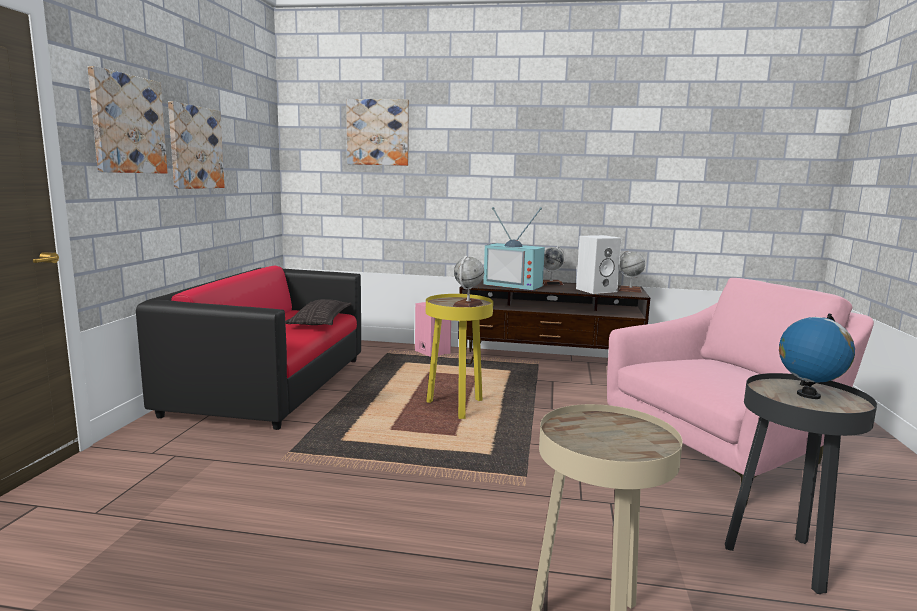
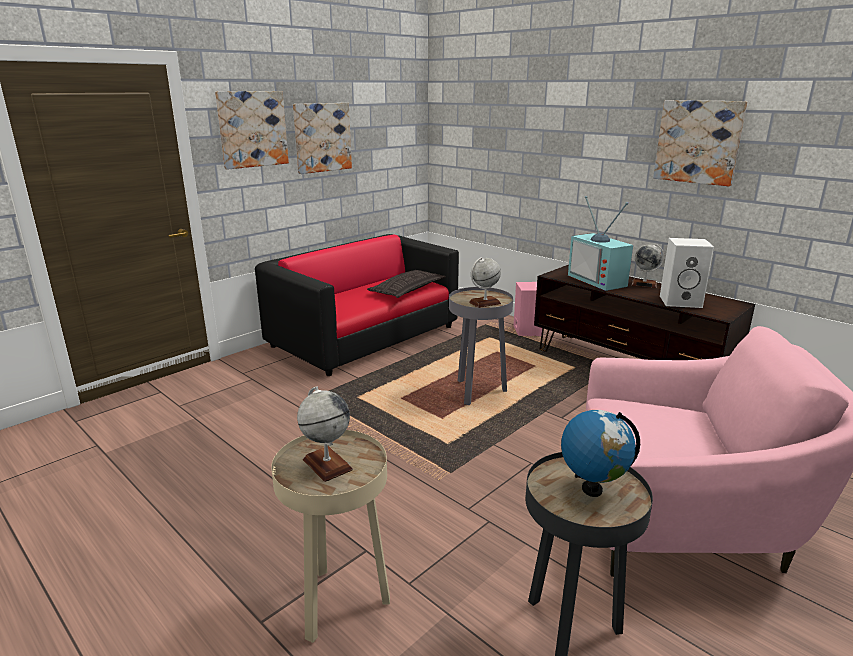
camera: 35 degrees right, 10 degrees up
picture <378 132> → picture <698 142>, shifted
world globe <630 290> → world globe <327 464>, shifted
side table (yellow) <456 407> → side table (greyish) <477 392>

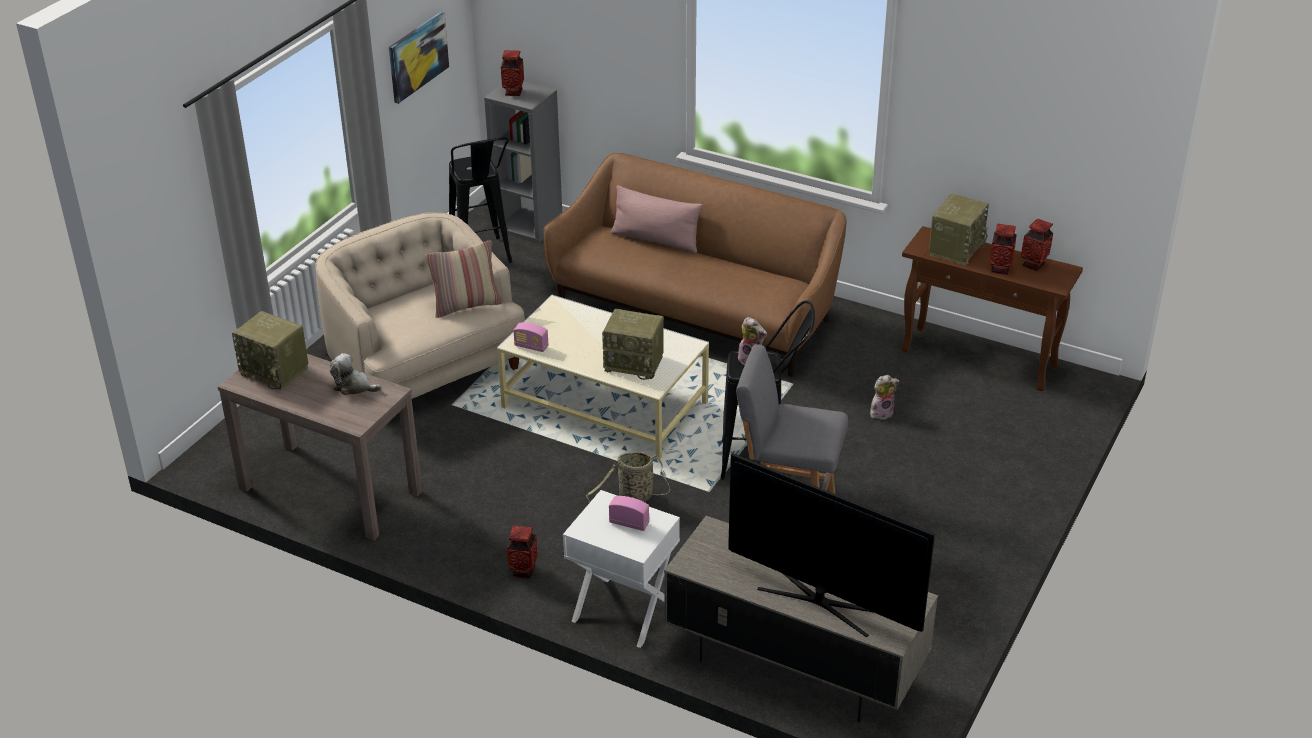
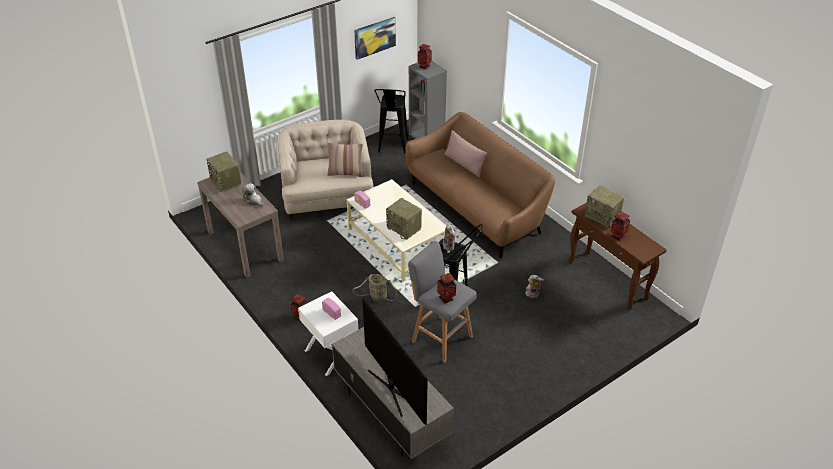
camera: 25 degrees right, 5 degrees up
radio <956 248> → radio <602 217>, 75 degrees clockwise
vase <1033 265> → vase <446 298>, shifted

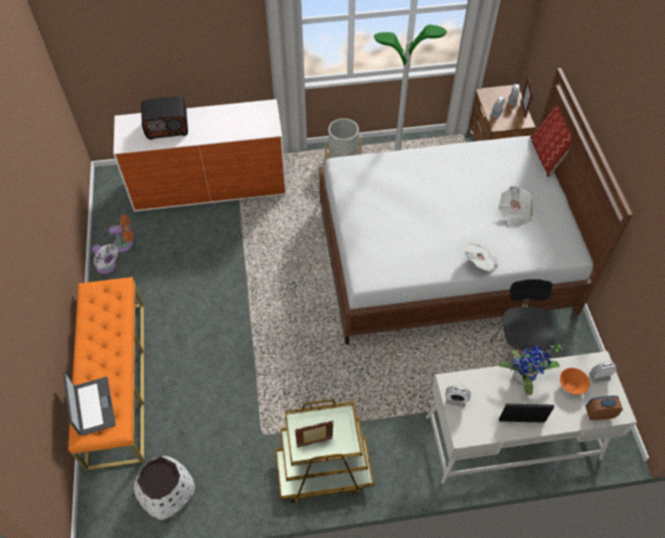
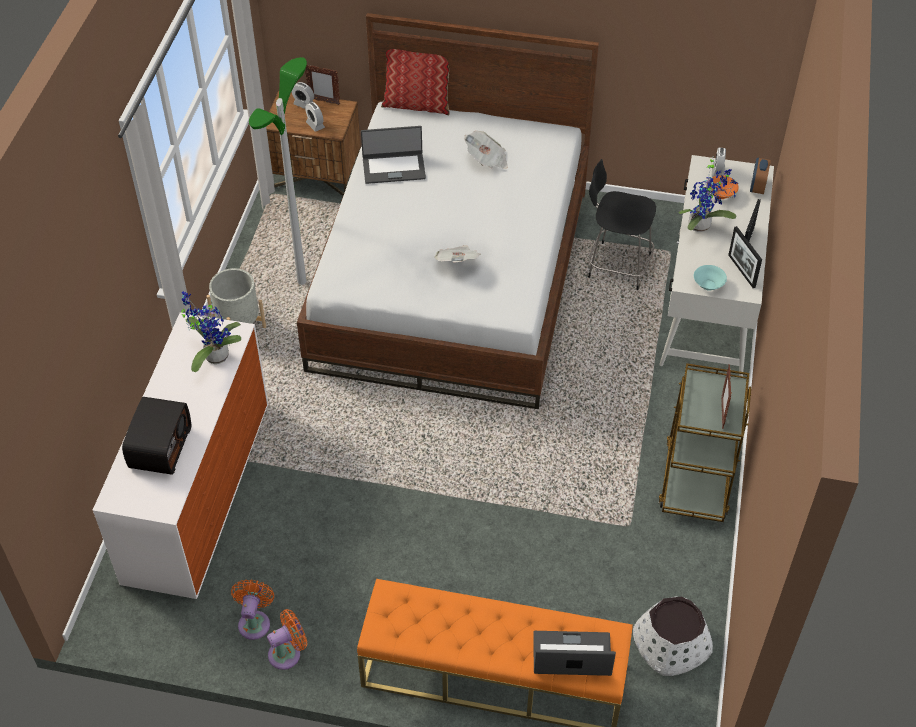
camera: 70 degrees left, 5 degrees down
daily paper <479 262> → daily paper <457 262>, shifted
electric fan (white) <107 267> → electric fan (orange-coloured) <288 653>
bedside clock <456 400> → serving bowl (turquoise-coloured) <708 284>
- → portable computer <393 168>
- → standing frame <741 271>
- → houseplant <213 355>

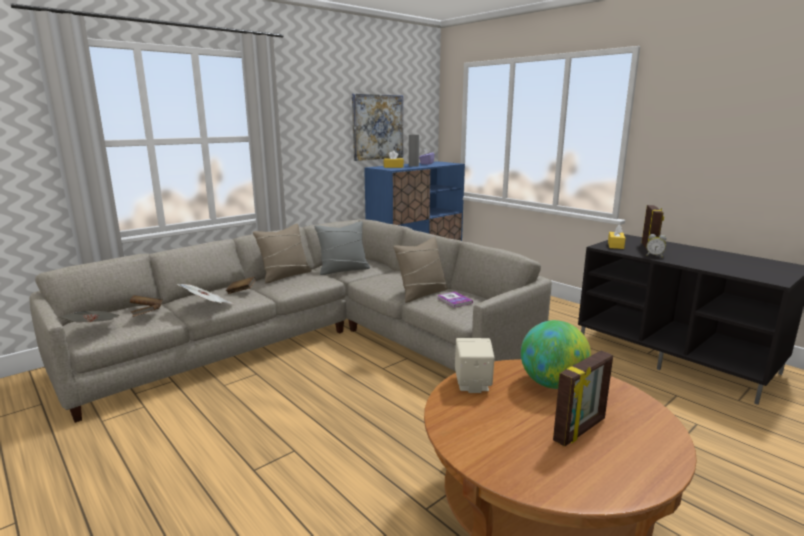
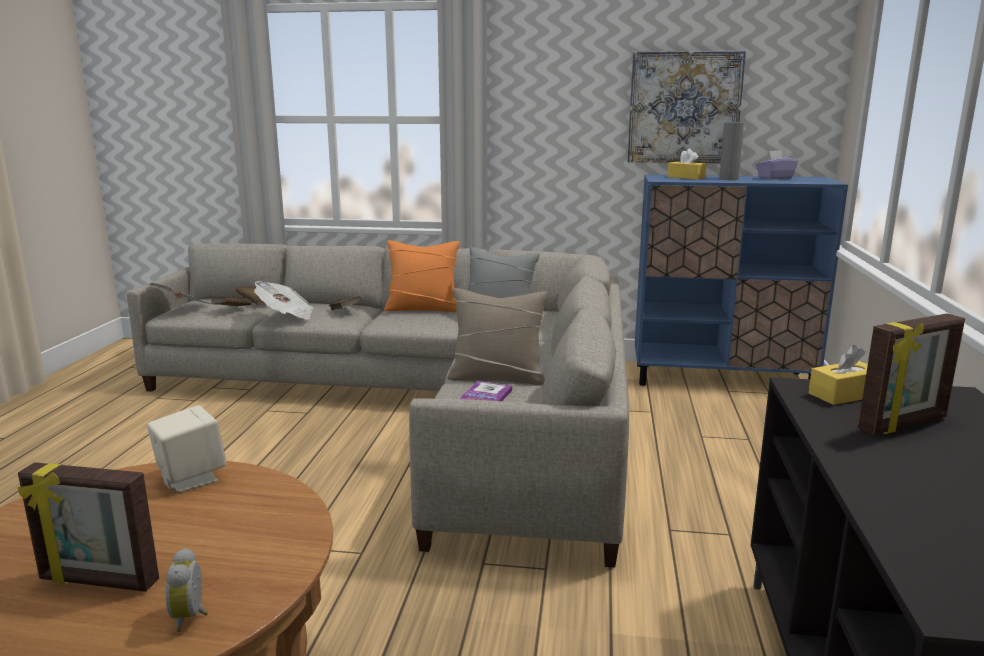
camera: 50 degrees right, 0 degrees up
throw pillow (beige) <285 275> → throw pillow (orange-coloured) <423 308>
bedside clock <654 256> → bedside clock <192 616>, shifted
world globe <552 384> → -

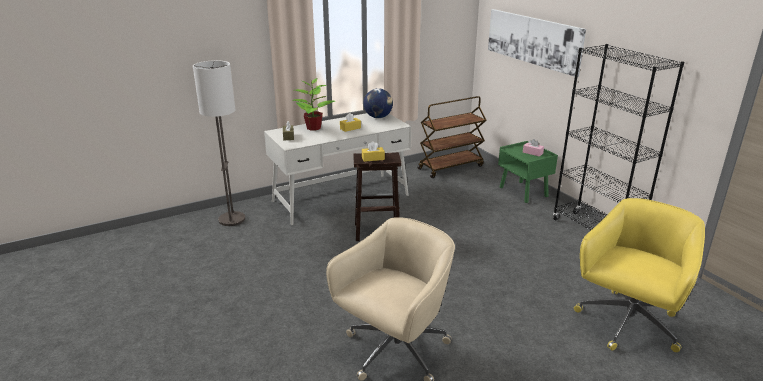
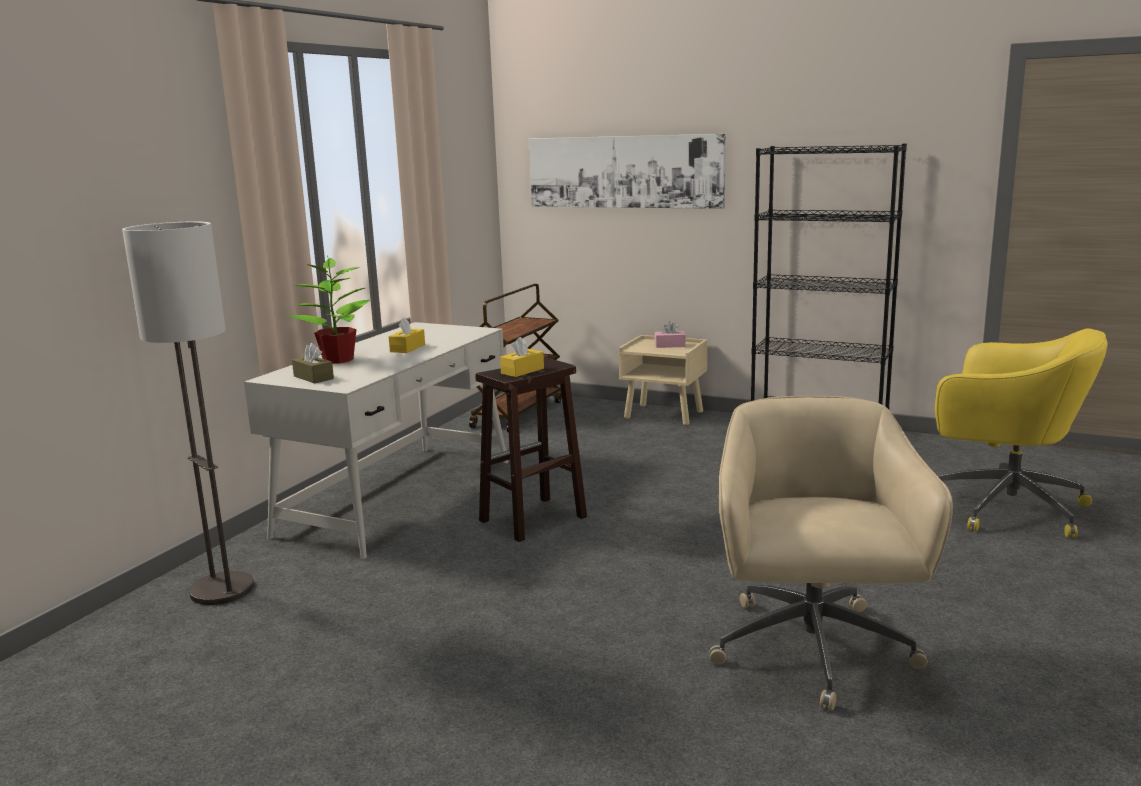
camera: 35 degrees left, 10 degrees down
world globe <378 117> → -
nightstand (greenish) <524 192> → nightstand (beige) <664 415>
office chair (yellow) <627 324> → office chair (yellow) <1003 506>, 120 degrees clockwise

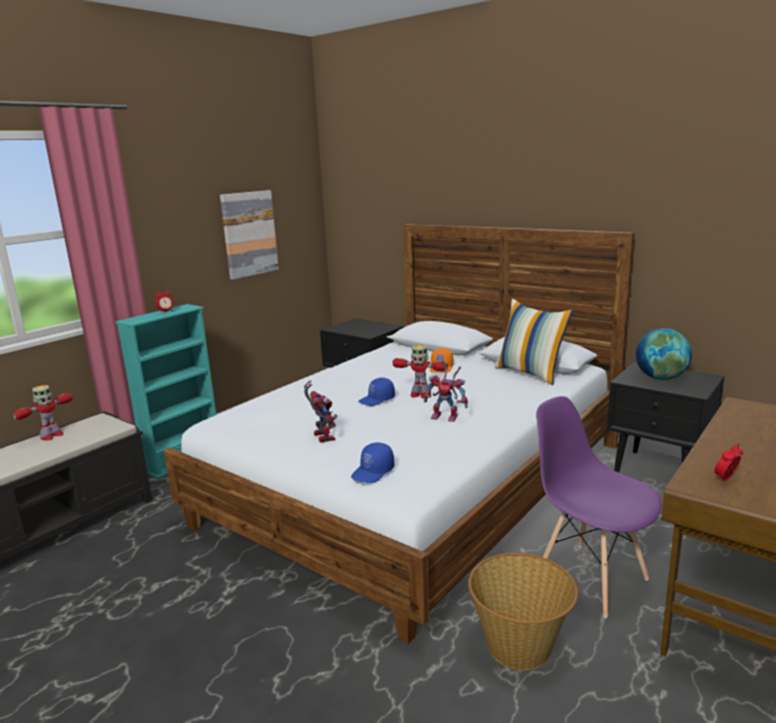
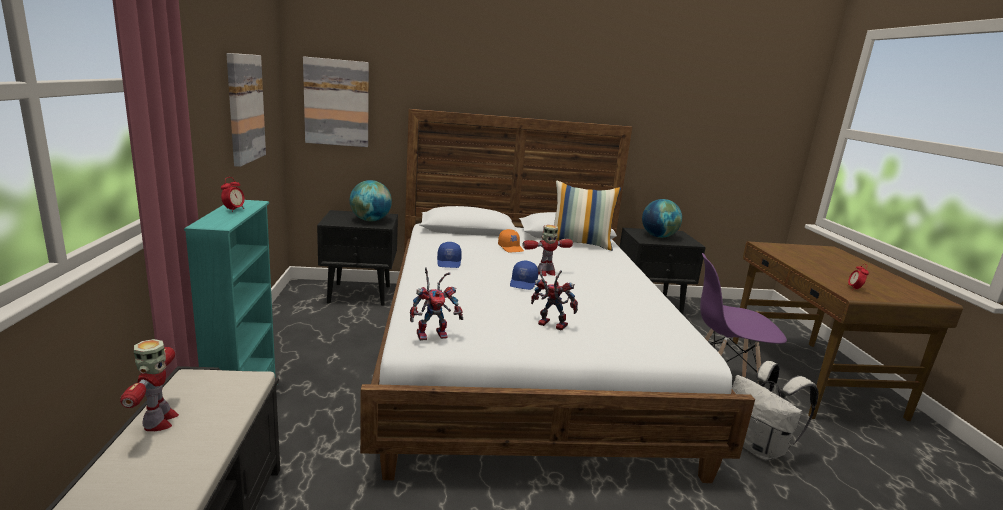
camera: 45 degrees left, 0 degrees up
model robot <447 417> → model robot <434 334>, shifted
baseball cap (bluish) <373 472> → baseball cap (bluish) <449 263>, shifted
storage basket <520 646> → knapsack (white) <759 448>
- → picture <337 102>
- → world globe <370 220>

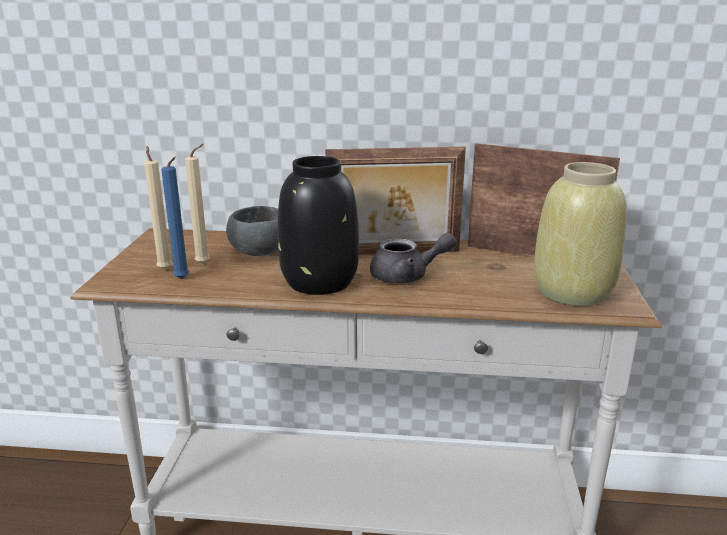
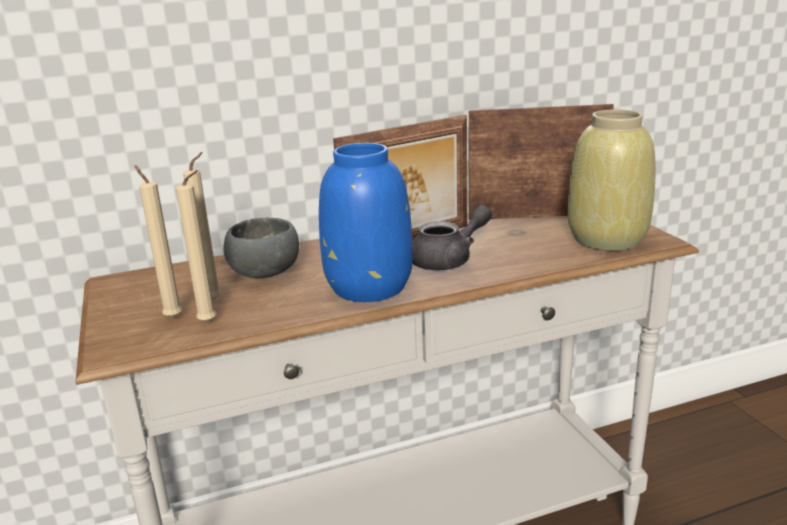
camera: 25 degrees left, 0 degrees up
vase (blackish) <320 282> → vase (bluish) <370 286>
candle (bluish) <183 279> → candle (beige) <210 323>

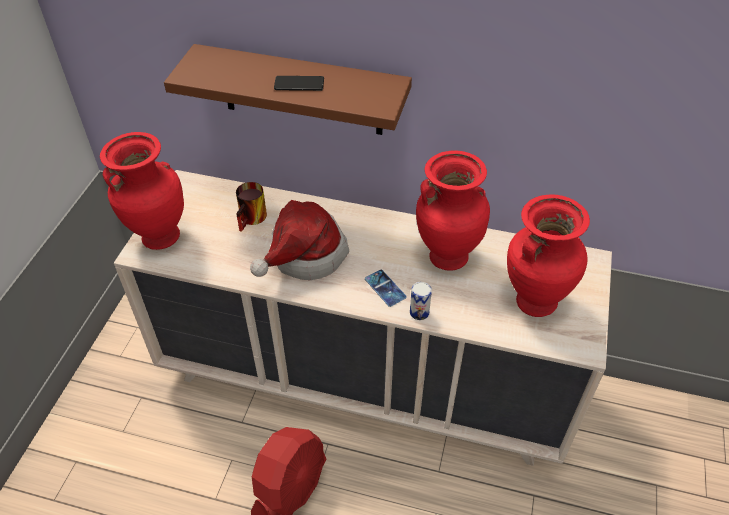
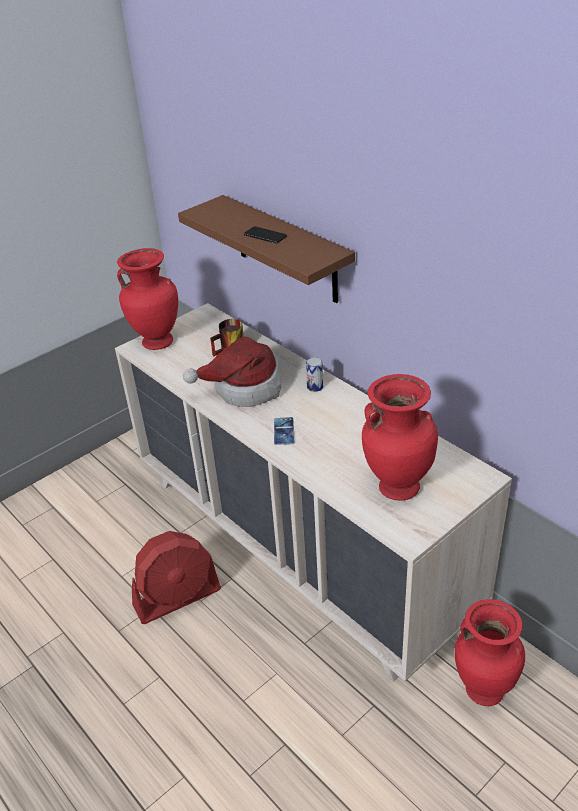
camera: 35 degrees right, 10 degrees down
vase (red) <447 257> → vase (red) <483 689>, shifted
sealed can <419 312> → sealed can <315 387>, shifted

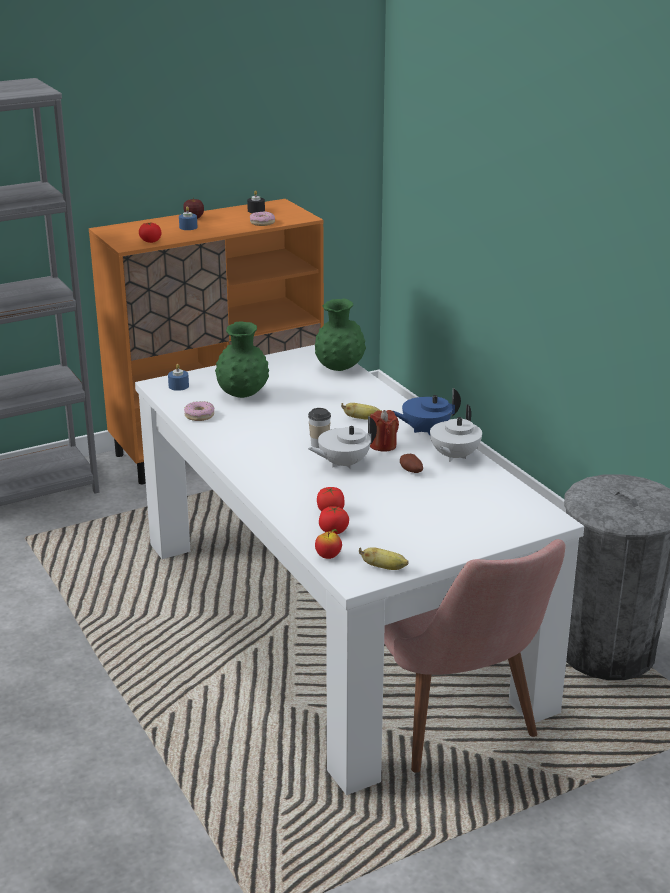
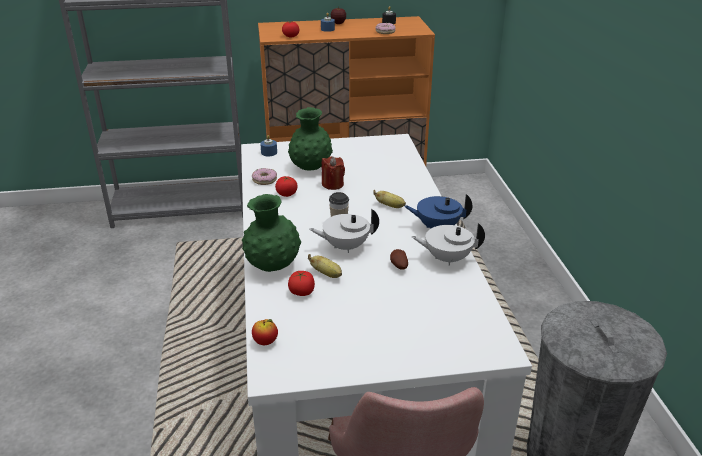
camera: 20 degrees right, 5 degrees up
vase (greenish) <339 369> → vase (greenish) <273 266>, shifted
pot for tea (white) <454 456> → pot for tea (white) <447 258>, 45 degrees clockwise
candle (red) <382 445> → candle (red) <333 184>, shifted
fresh tomato <333 531> → fresh tomato <286 194>, shifted
whole banana <384 568> → whole banana <327 274>, shifted

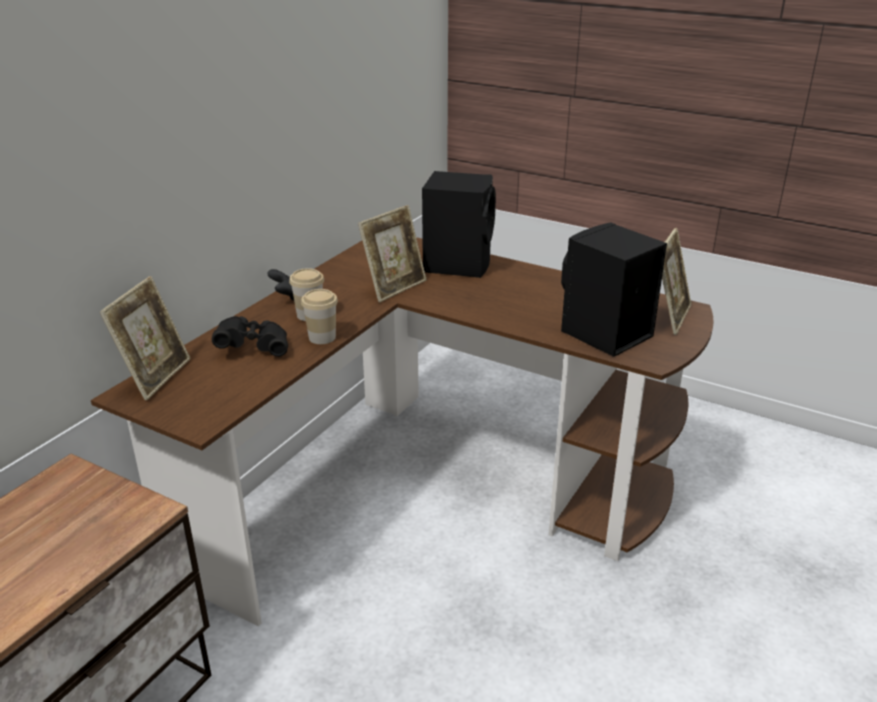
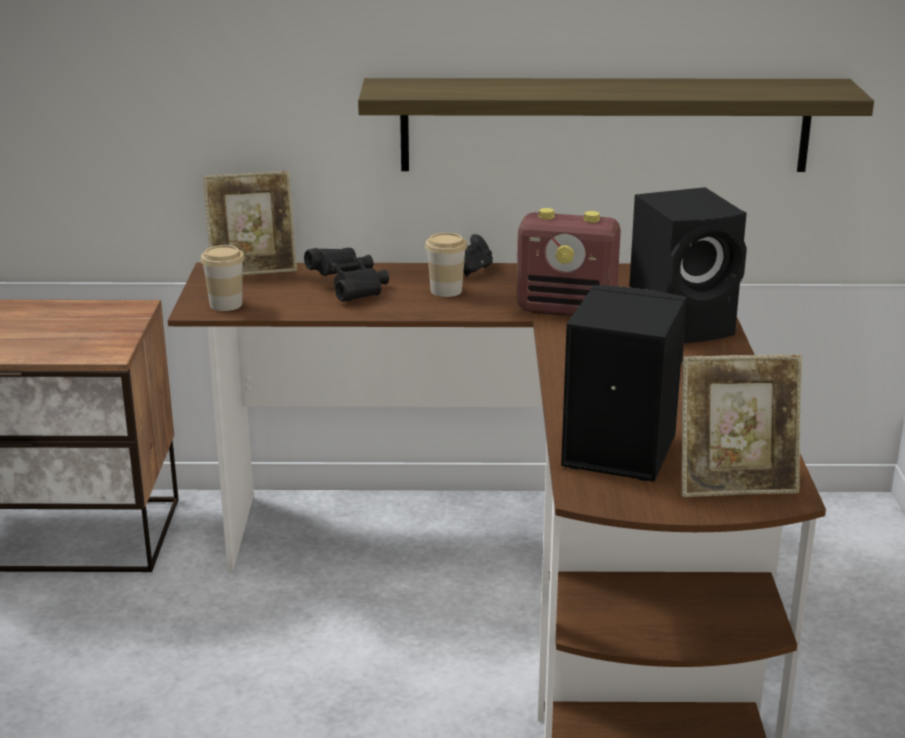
camera: 60 degrees right, 5 degrees down
standing frame <394 287> → radio <567 310>
small cup <322 337> → small cup <226 304>, shifted
- → wall shelf <604 125>

